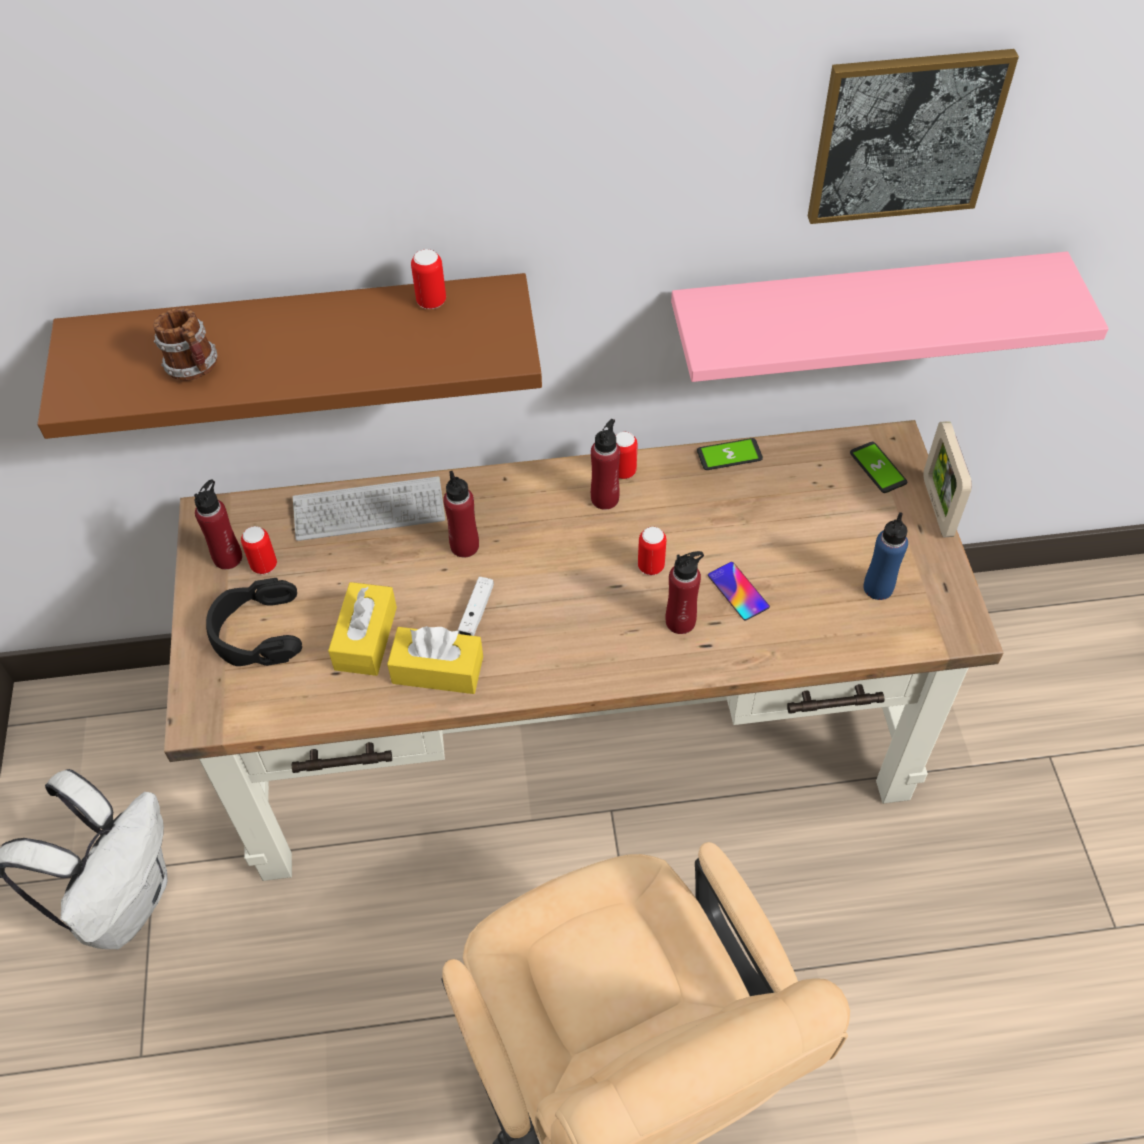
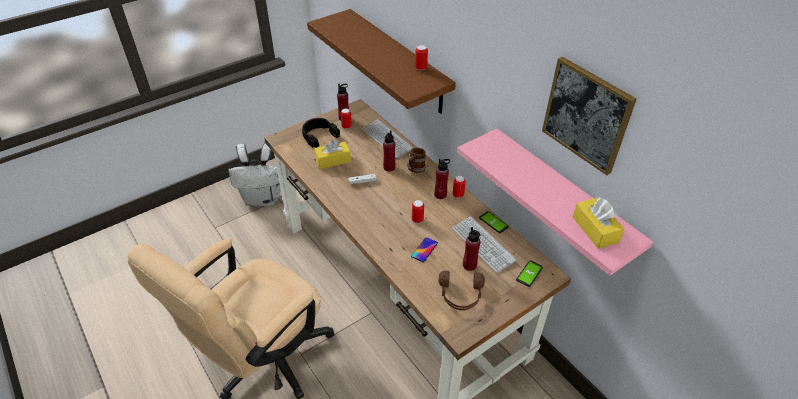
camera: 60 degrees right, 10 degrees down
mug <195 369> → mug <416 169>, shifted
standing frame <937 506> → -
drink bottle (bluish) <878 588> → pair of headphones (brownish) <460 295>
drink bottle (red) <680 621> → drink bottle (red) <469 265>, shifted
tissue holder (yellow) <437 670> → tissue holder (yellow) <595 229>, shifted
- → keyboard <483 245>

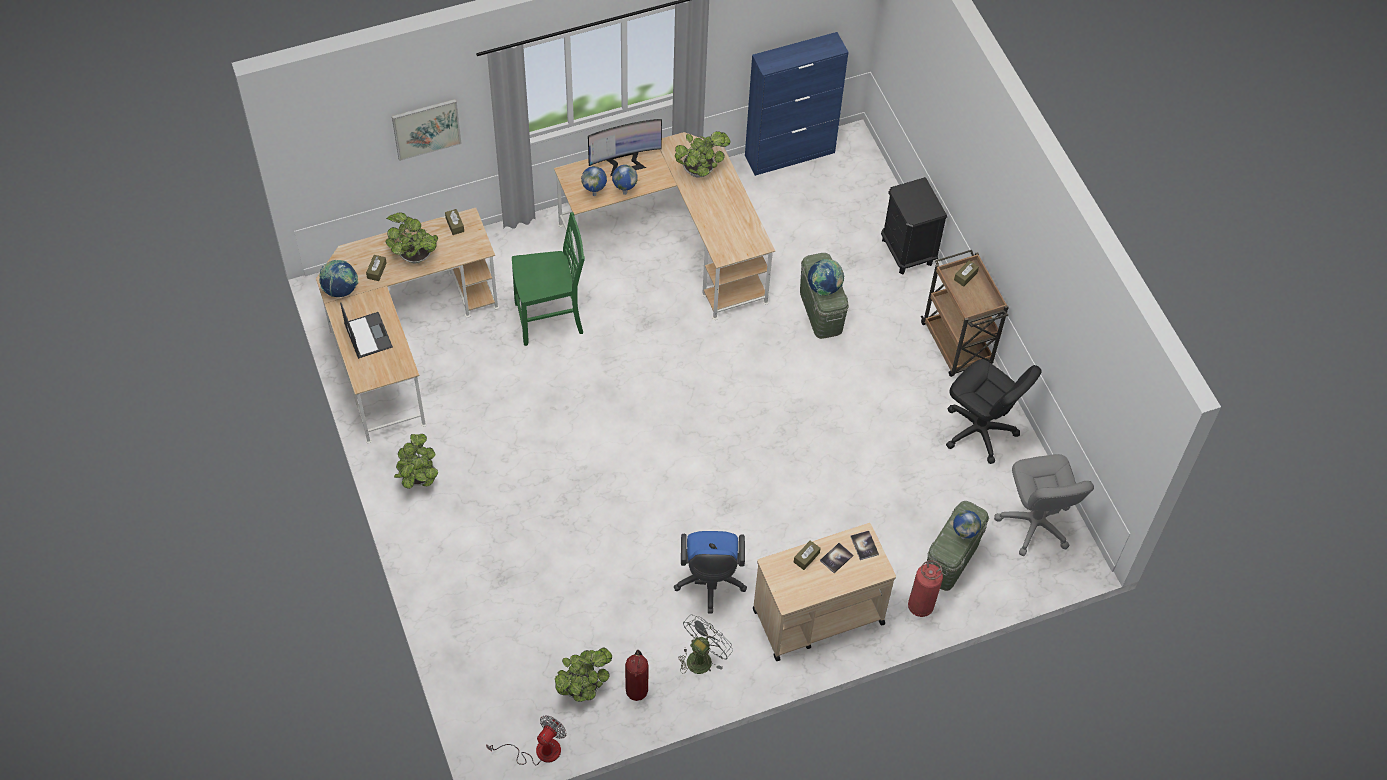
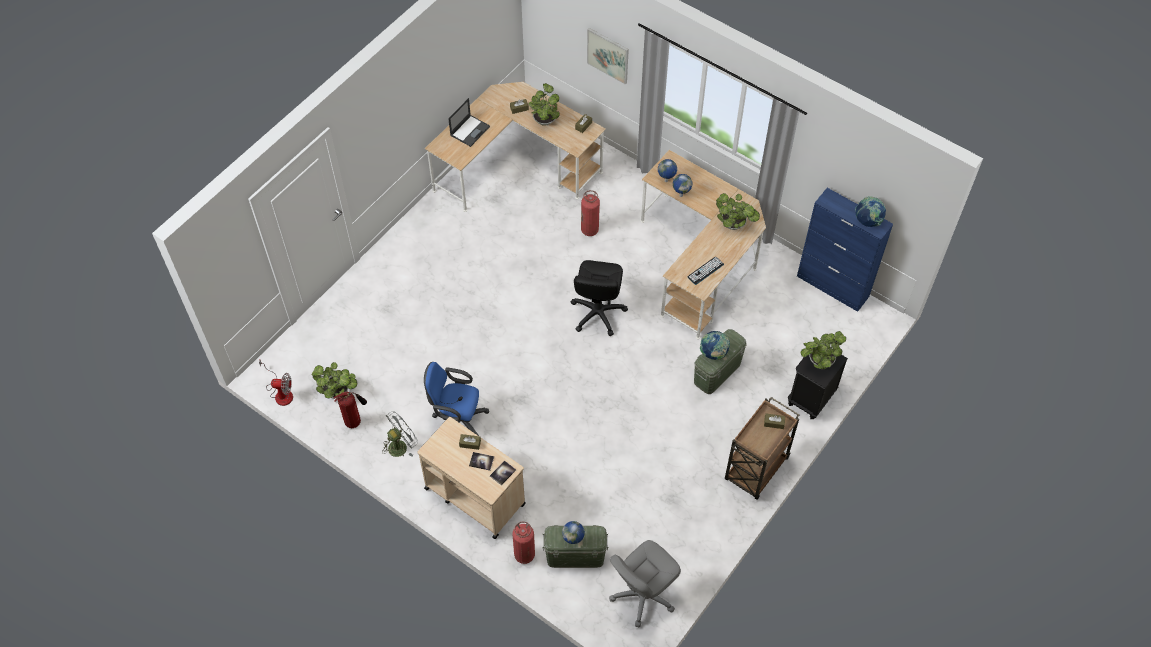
camera: 60 degrees right, 0 degrees up
computer screen <624 162> → -
upright chair (greenish) <550 320> → extinguisher <589 230>
world globe <341 290> → world globe <868 221>, shifted
office chair (blackish) <979 431> → office chair (blackish) <597 313>, shifted
houseplant <418 479> → houseplant <819 361>, shifted
office chair (bluish) <709 583> → office chair (bluish) <457 420>, 45 degrees clockwise
electric fan (greyish) <702 657> → electric fan (greyish) <400 445>, 45 degrees counterclockwise
- → keyboard <705 271>

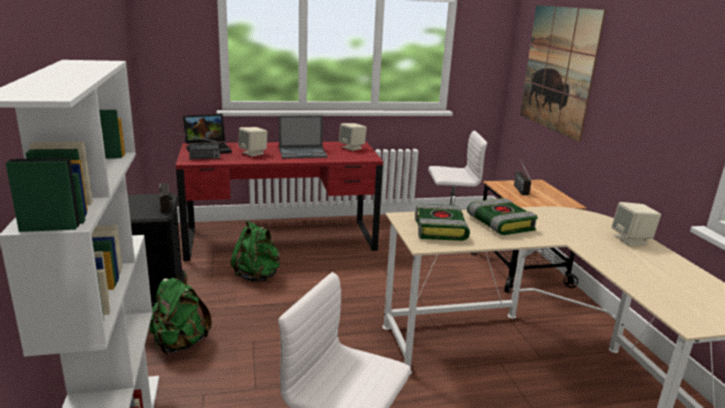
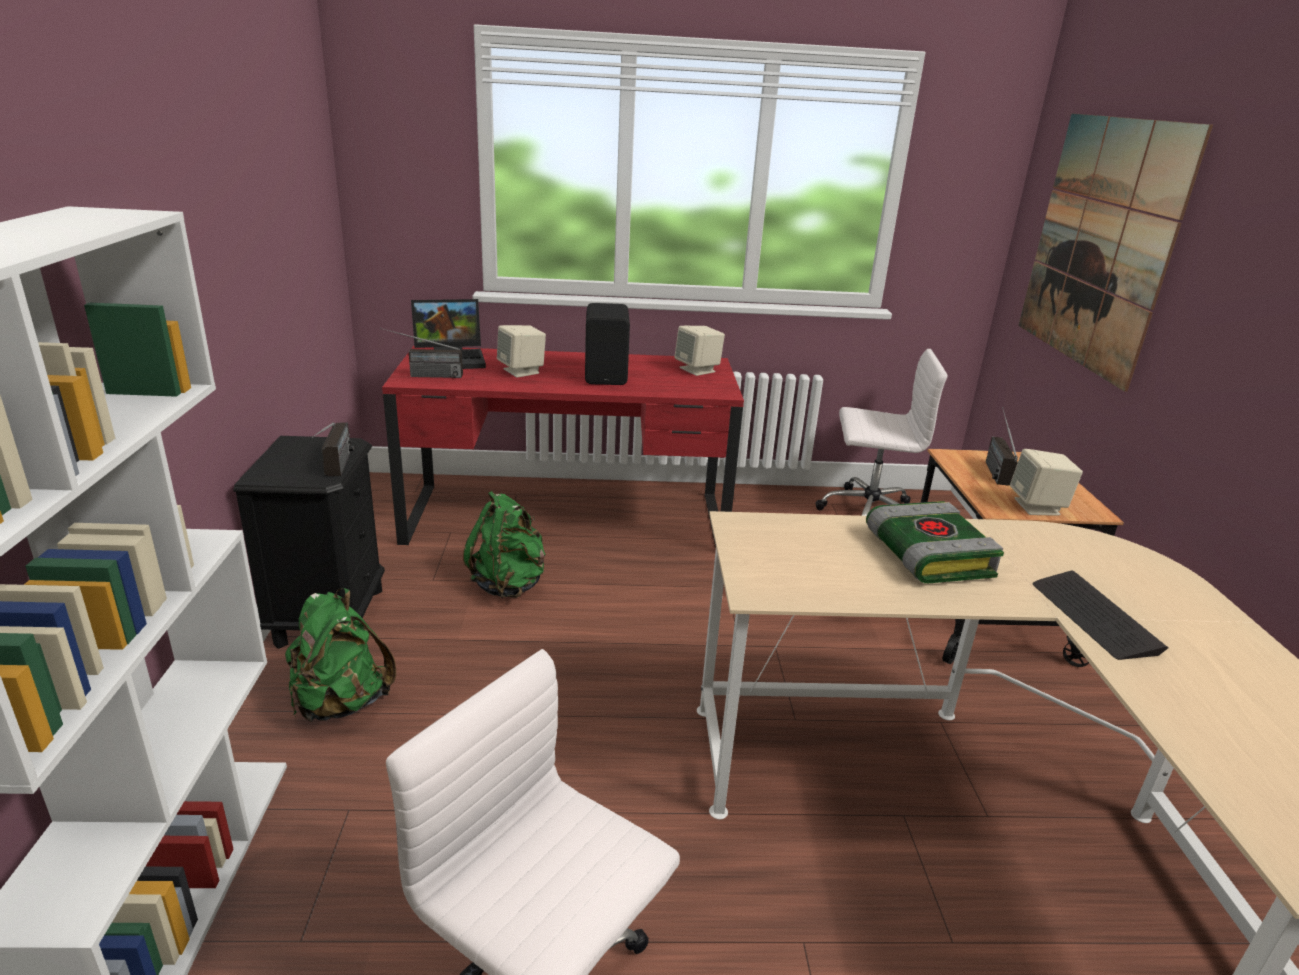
camera: 10 degrees right, 5 degrees up
portable computer <303 153> → speaker (blackish) <607 375>
speaker (beige) <631 240> → speaker (beige) <1037 507>, shifted
volume <441 230> → -
- → keyboard <1094 617>

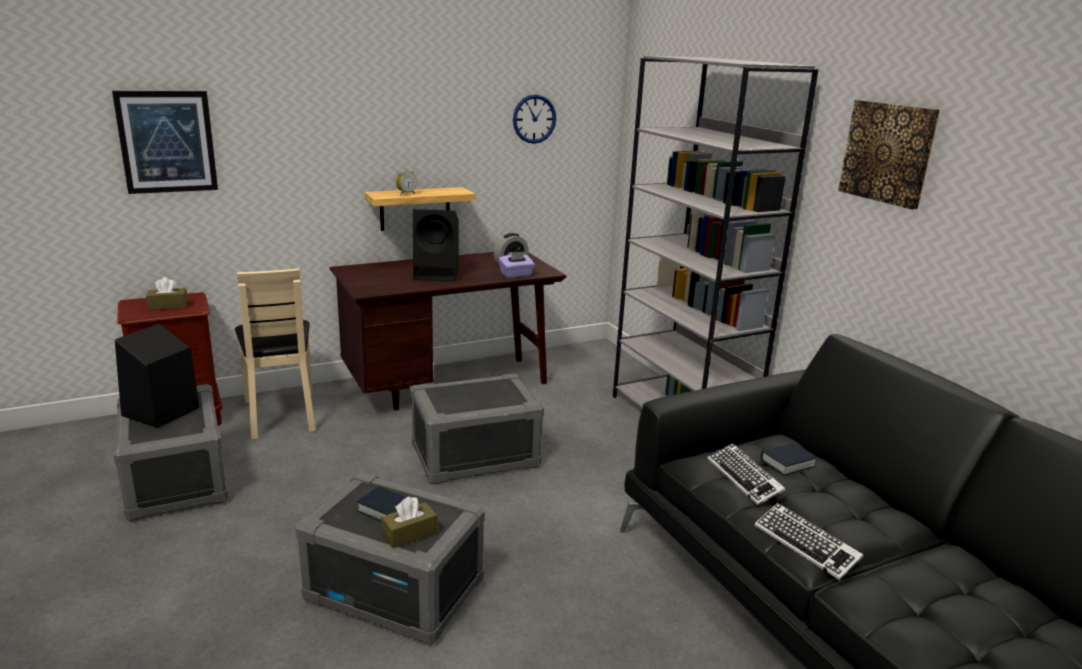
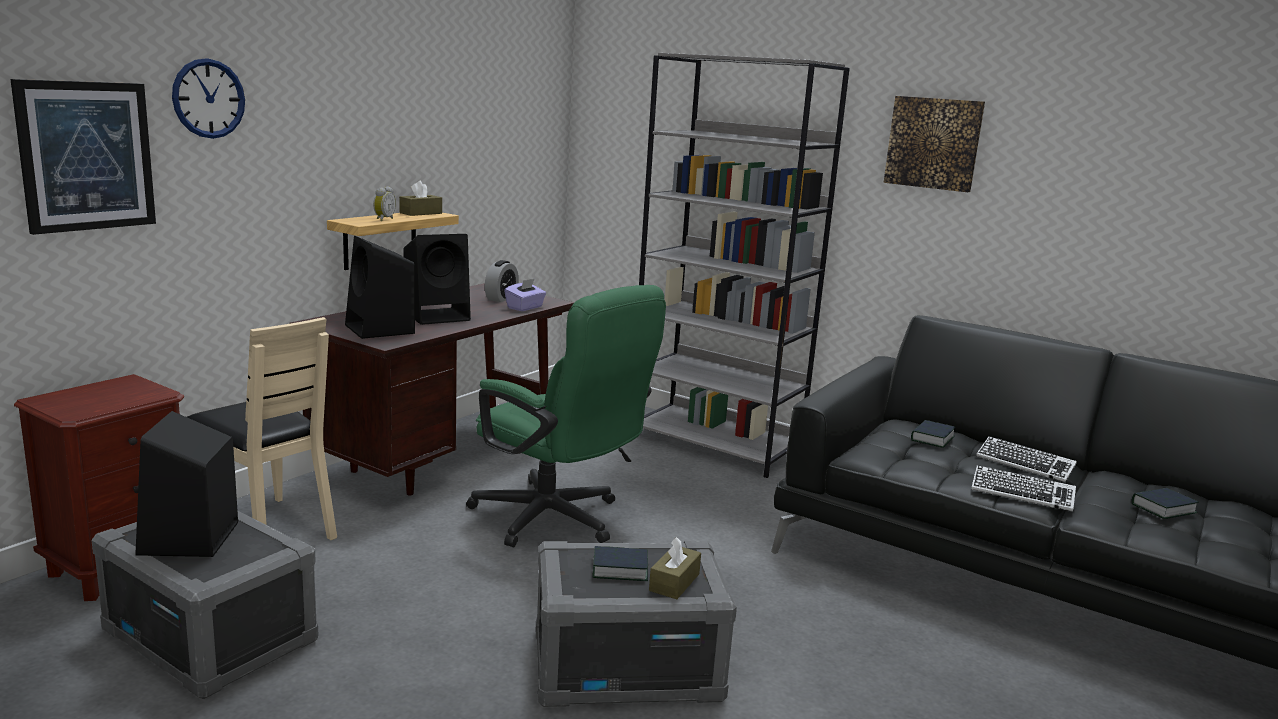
camera: 30 degrees left, 5 degrees down
clock on the wall <534 119> → clock on the wall <208 98>, shifted
tissue holder (brownish) <168 306> → tissue holder (brownish) <421 213>, shifted
storage box (greyish) <475 456> → office chair (greenish) <557 521>
keyboard <744 478> → keyboard <1024 464>, shifted
- → speaker (blackish) <381 329>
- → volume <1163 508>

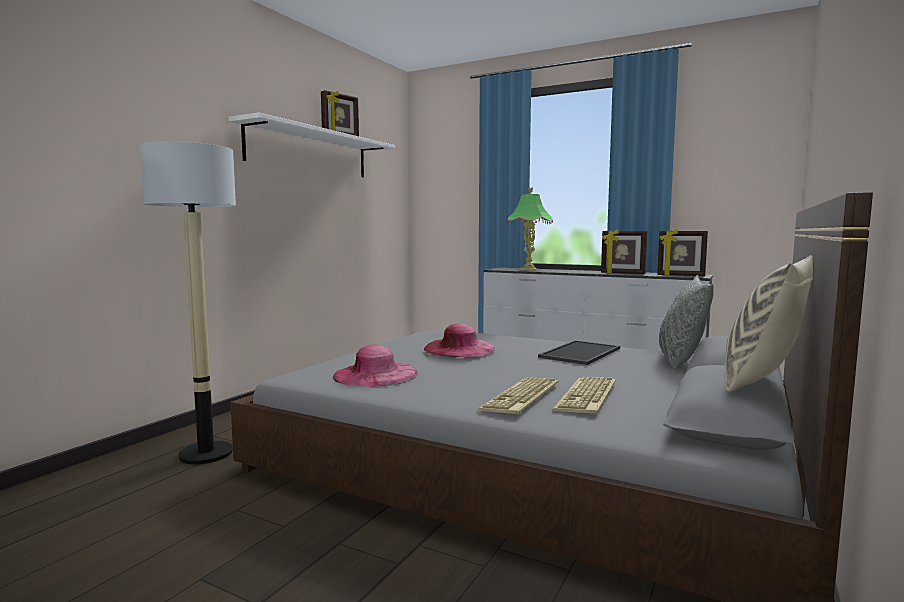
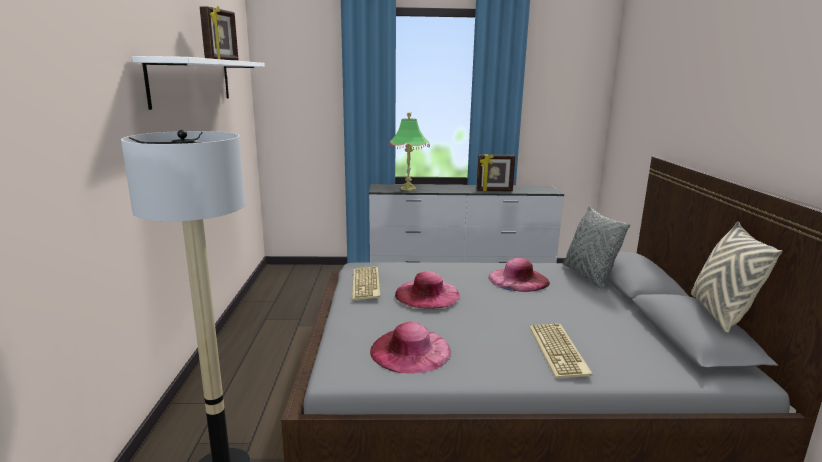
camera: 30 degrees left, 10 degrees up
standing frame <680 276> → -
tray <581 353> → hat (pink) <518 279>
keyboard <588 397> → keyboard <367 284>, shifted

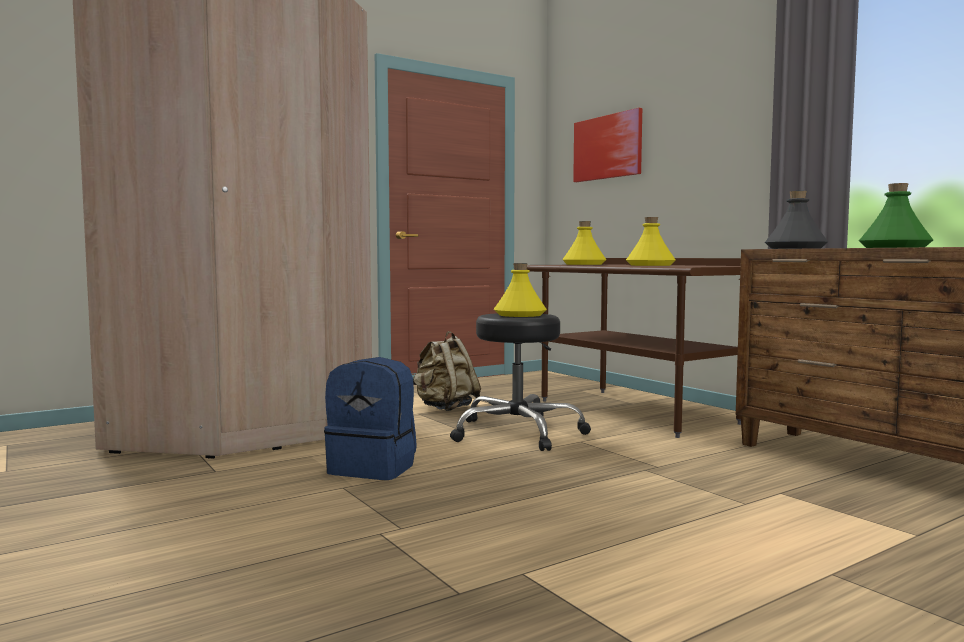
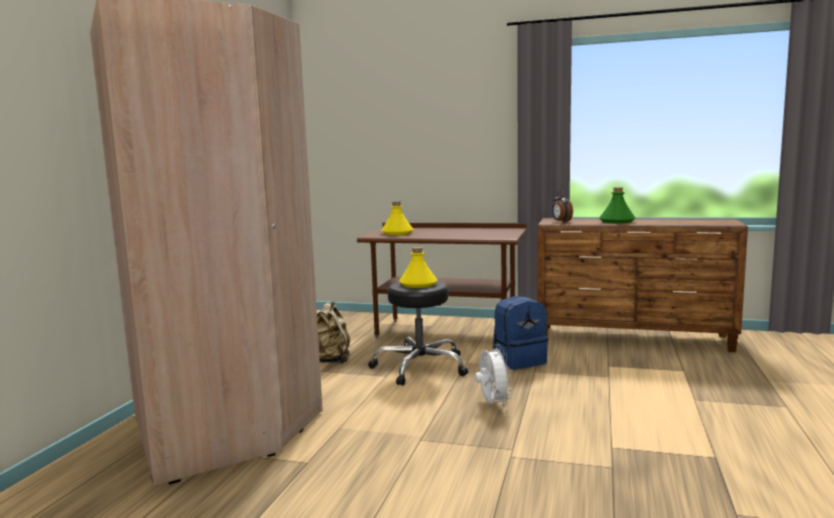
camera: 40 degrees left, 5 degrees up
picture <607 147> → -
drink bottle (greyish) <796 248> → bedside clock <561 222>
drink bottle (yellow) <650 265> → -
knapsack (bluish) <374 468> → knapsack (bluish) <519 361>, shifted
- → electric fan (white) <492 404>

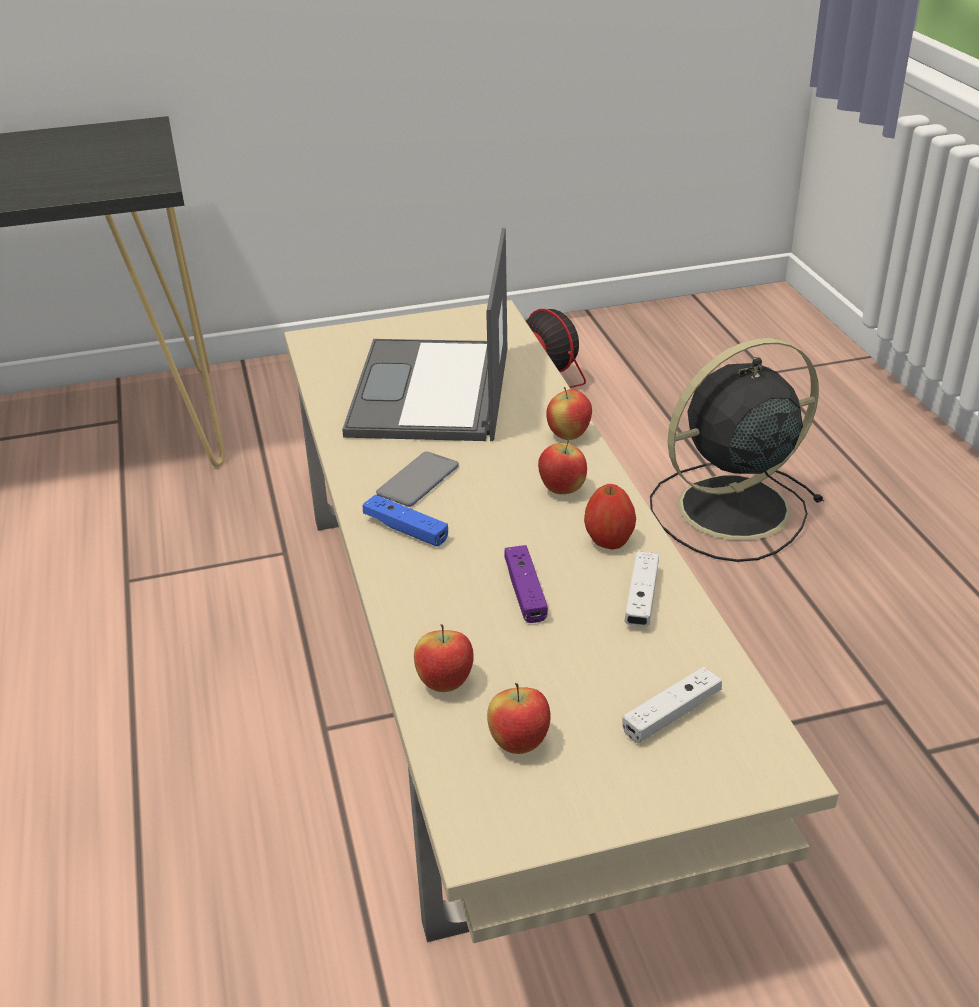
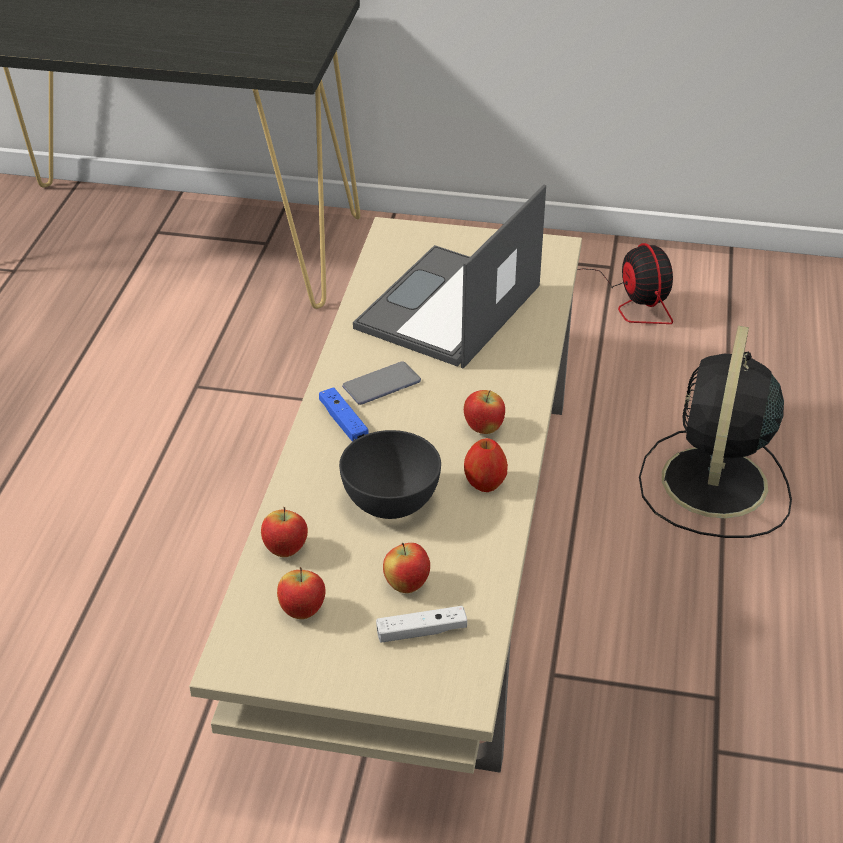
camera: 25 degrees right, 5 degrees up
electric fan (blackish) <729 509> → electric fan (blackish) <713 485>, 75 degrees counterclockwise
apple <568 435> → apple <406 585>, shifted
joypad (purplish) <525 592> → serving bowl (greyish) <391 502>
joypad (white) <641 598> → -

